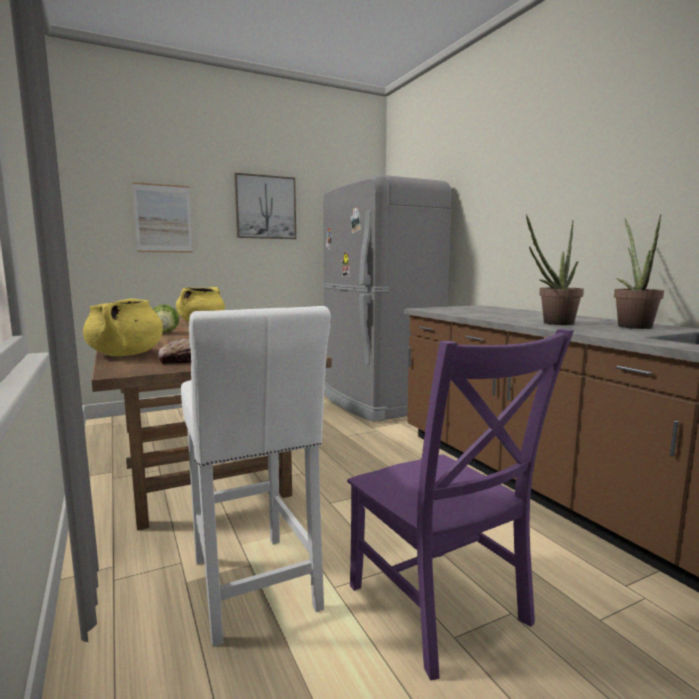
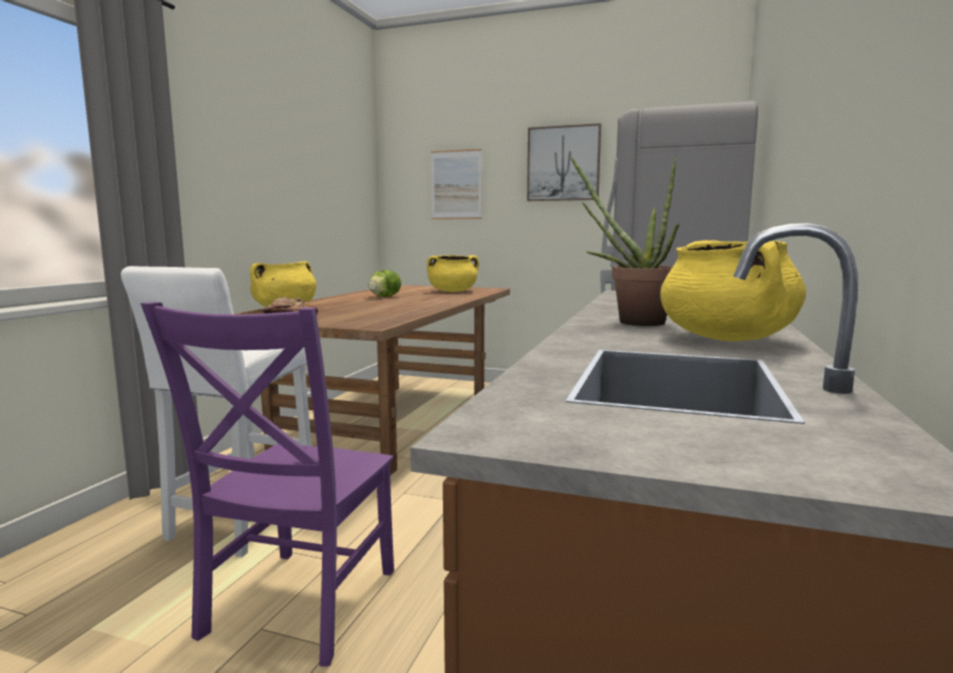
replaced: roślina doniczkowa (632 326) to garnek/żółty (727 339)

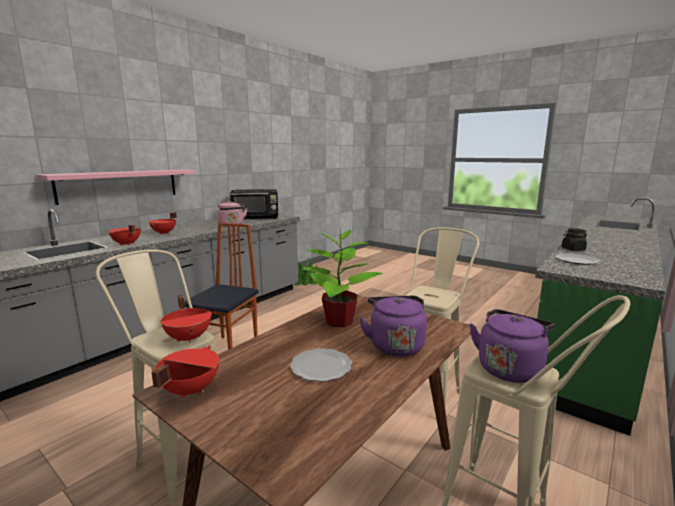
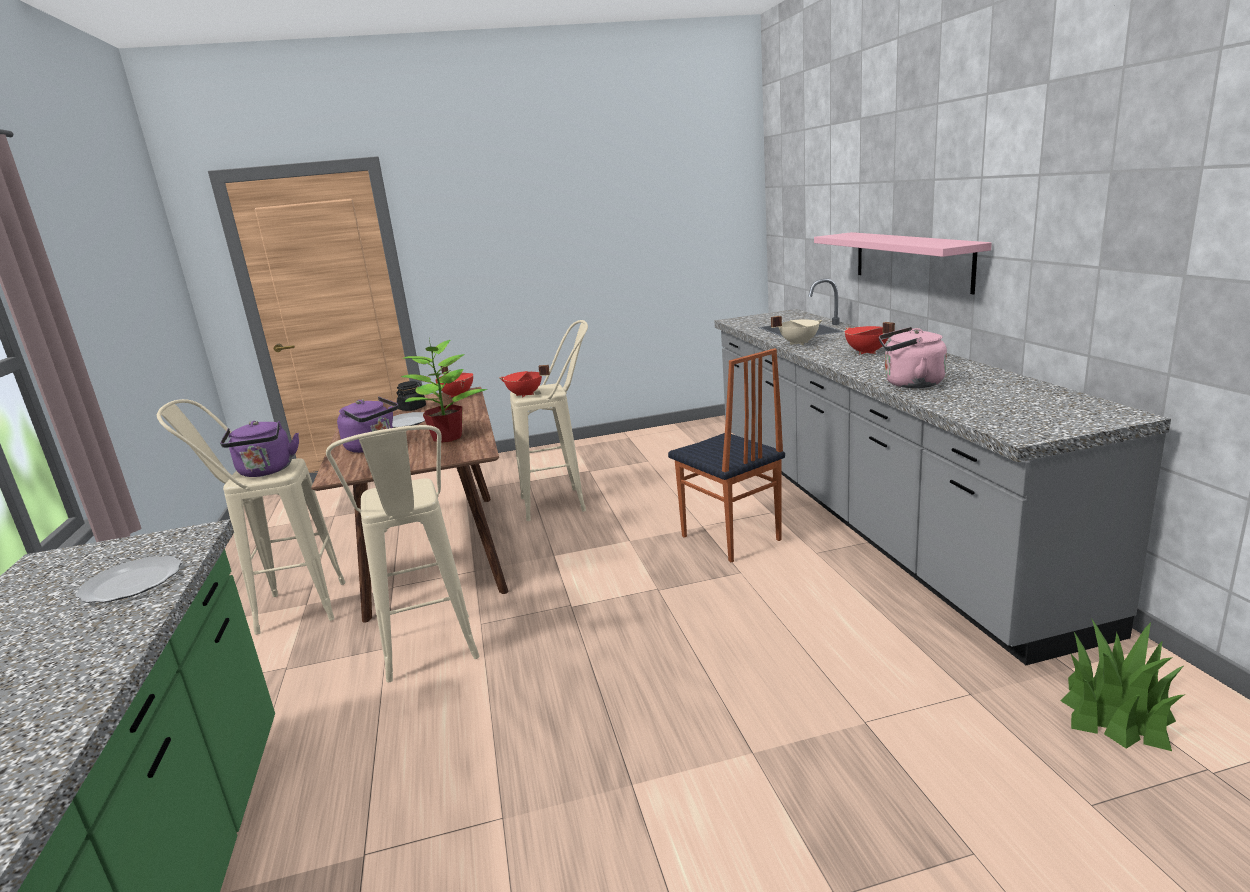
removed: mikrofalówka/czarny (256 218)
moved: słoik/czarny (573 249) to (412 408)
recoloured: garnek/czerwony (126 244) to garnek/beżowy (798 343)

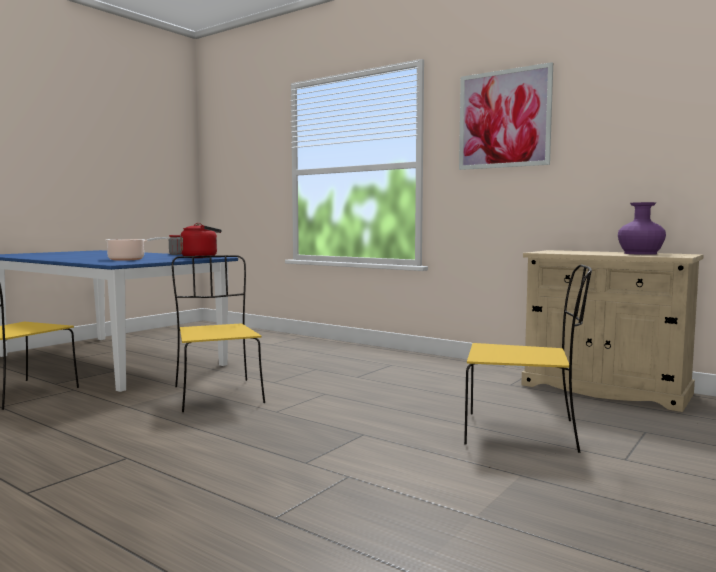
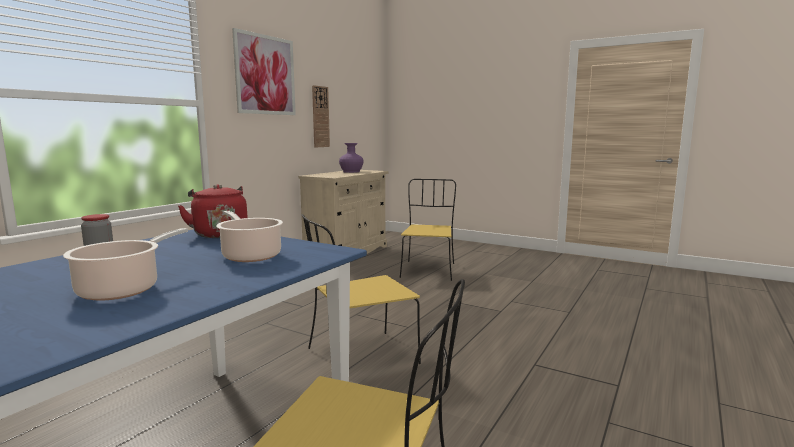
added: garnek (123 289); zegar ścienny (320 117)

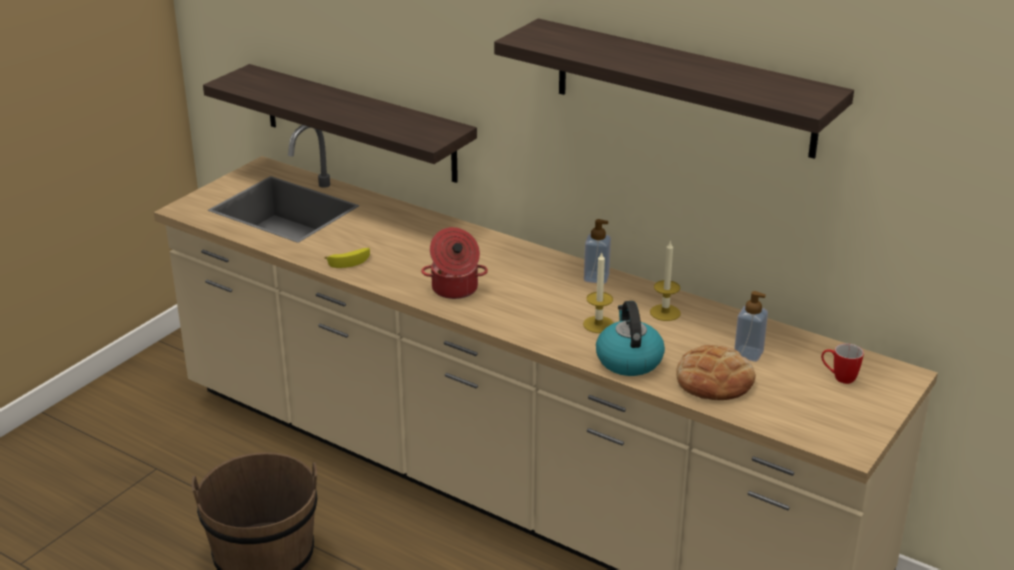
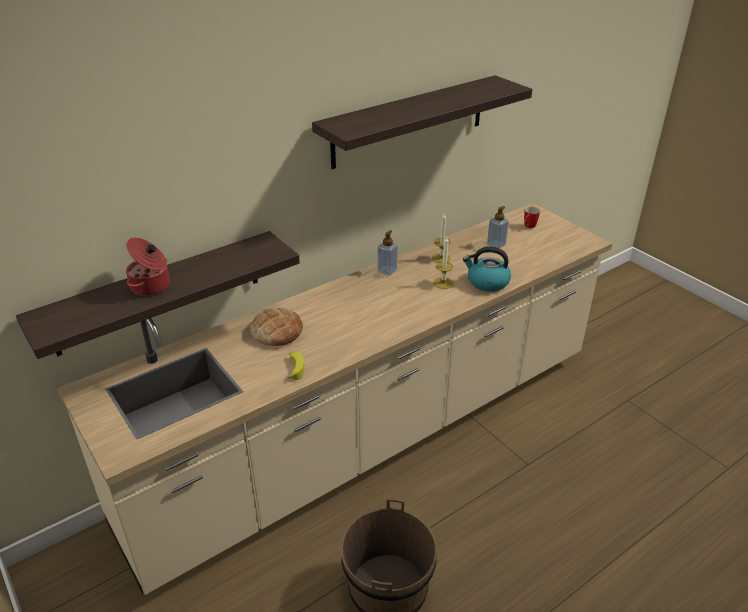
moved: garnek (454 289) to (151 286); chleb (714 380) to (277 331)

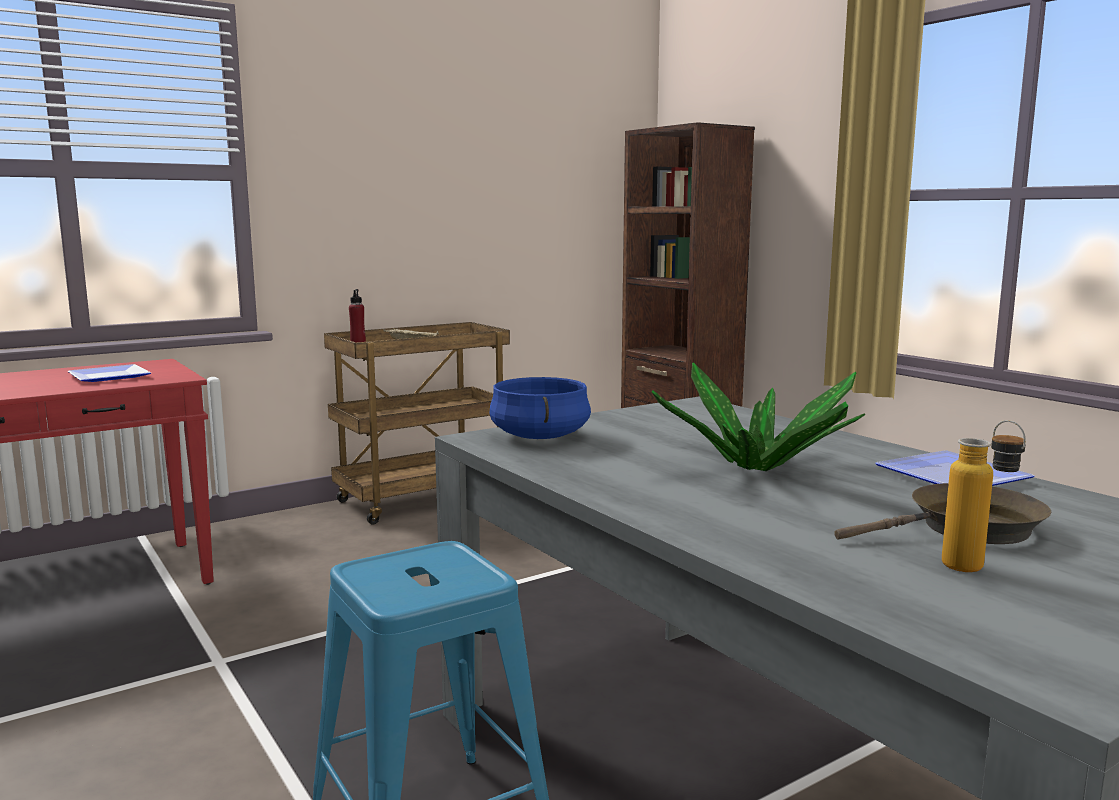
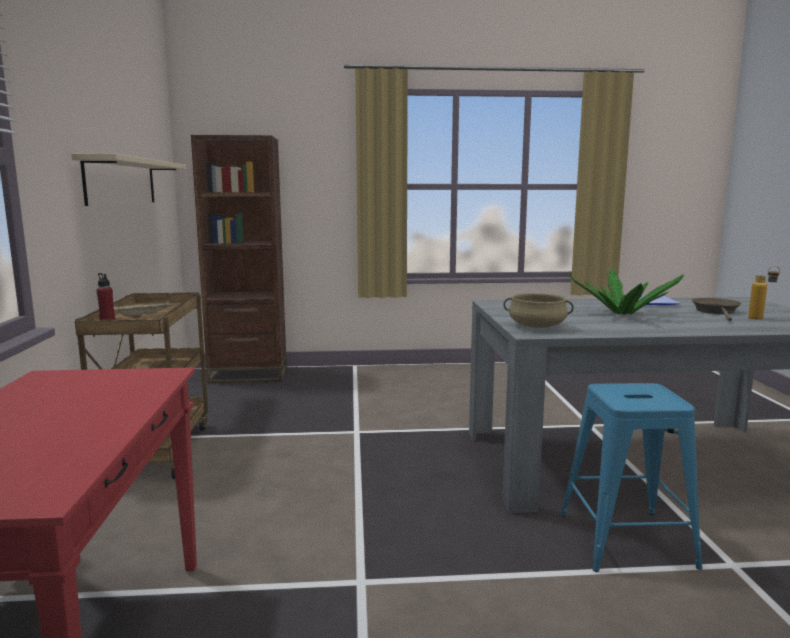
removed: talerz (111 376)
added: półka/beżowy (122 182)
recoloured: garnek/niebieski (539 436) to garnek/beżowy (536 326)

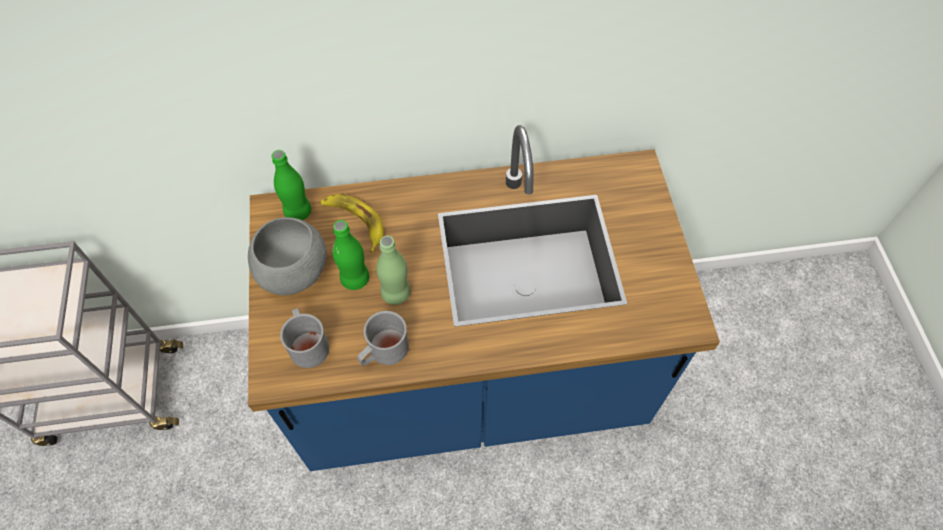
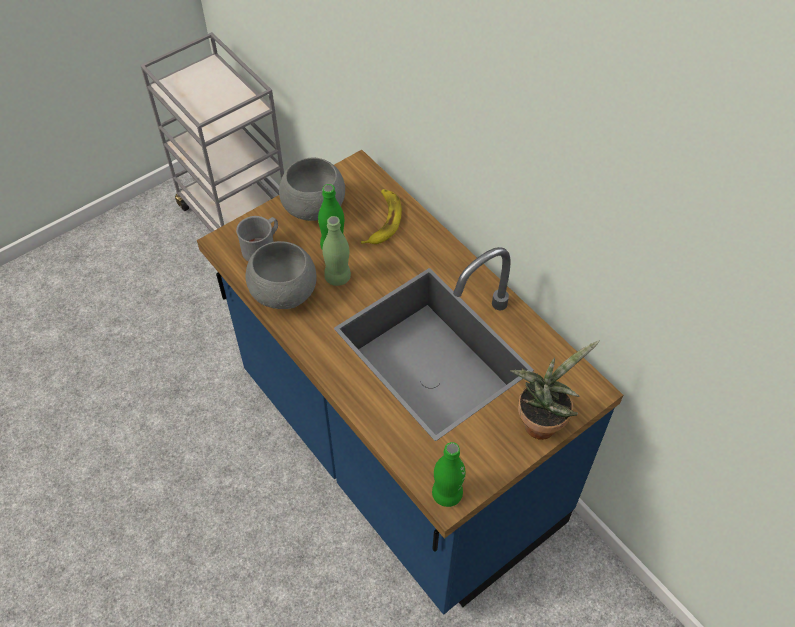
added: roślina doniczkowa (541 421)
moved: butelka/zielony (298 212) to (447 494)
replaced: kubek/szary (383 351) to miska/szary (283 294)

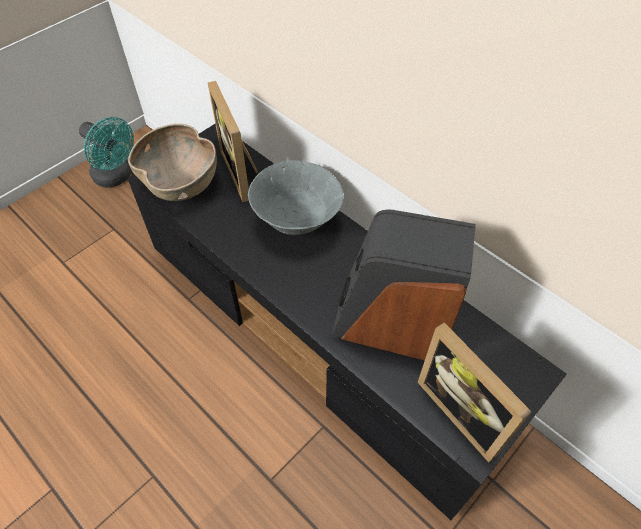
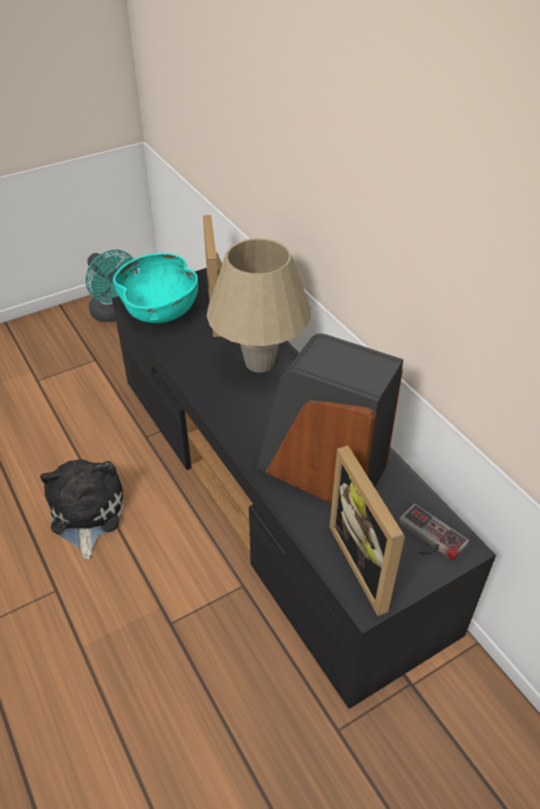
added: pluszak (86 514); pad do gier (427 538)
replaced: miska/szary (296 221) to lampa stołowa/beżowy (259 362)
recoloured: miska/brązowy (181 182) to miska/turkusowy (160 310)

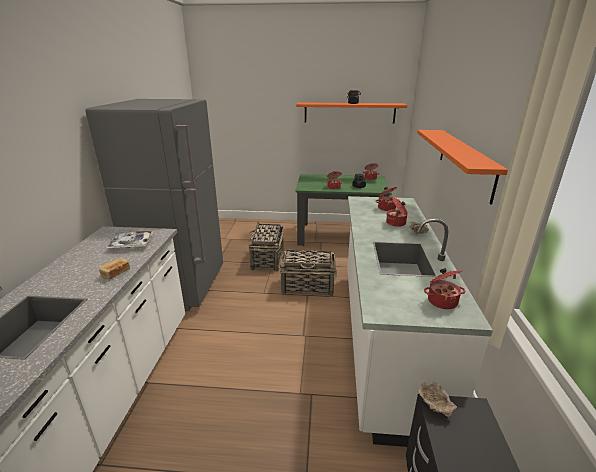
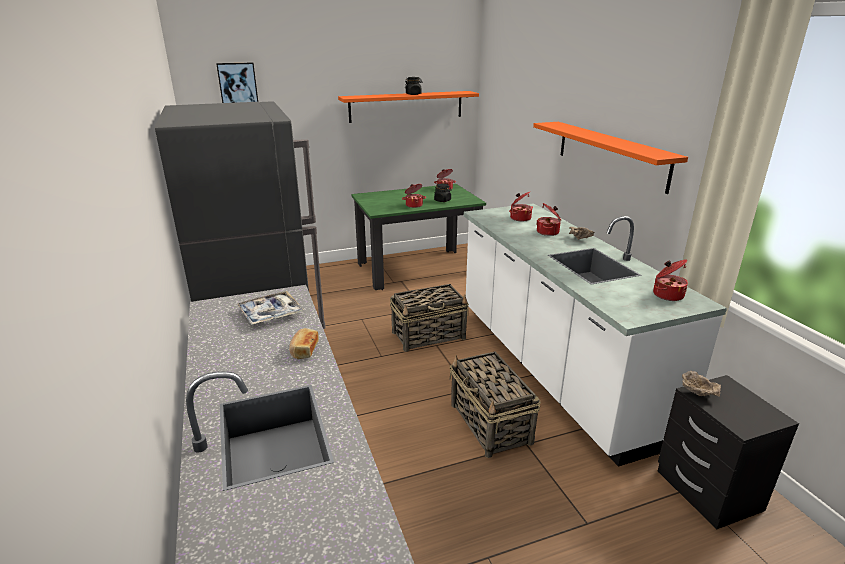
added: obraz (238 86)
moved: koszyk (267 259) to (491 424)

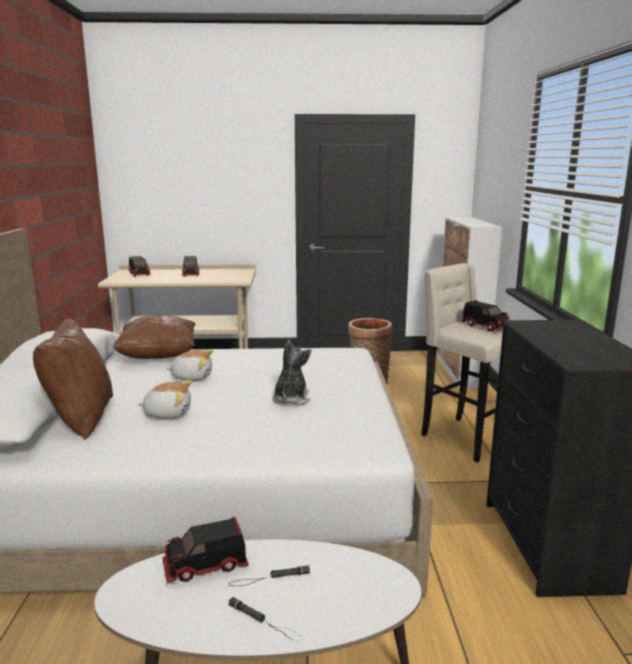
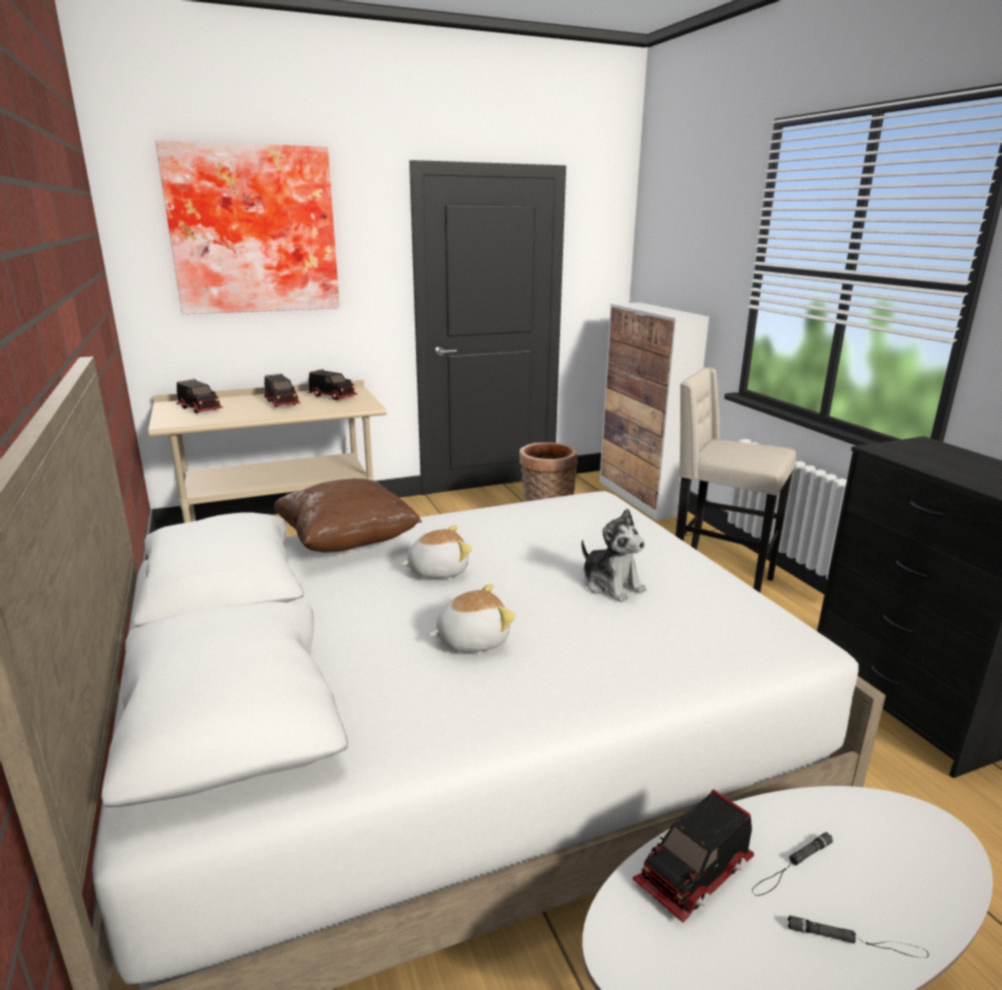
removed: poduszka/brązowy (80 418)
added: obraz (253 230)
moved: ciężarówka zabawkowa (485 327) to (333 396)
turned: pluszak (291 399) = (611 585) 150 degrees clockwise

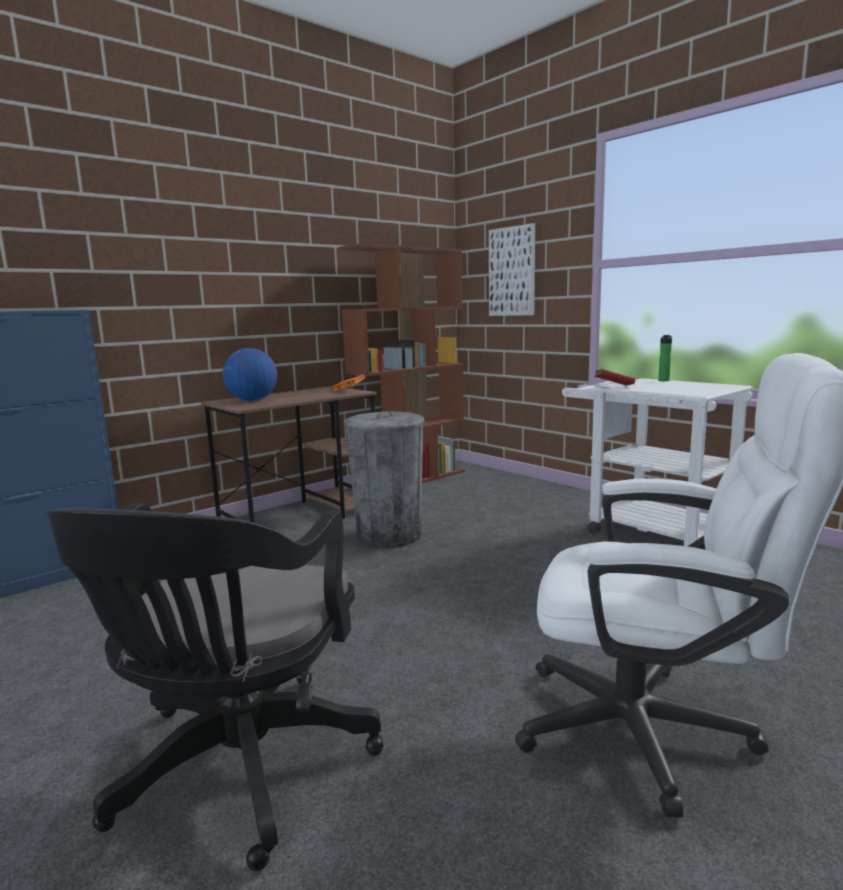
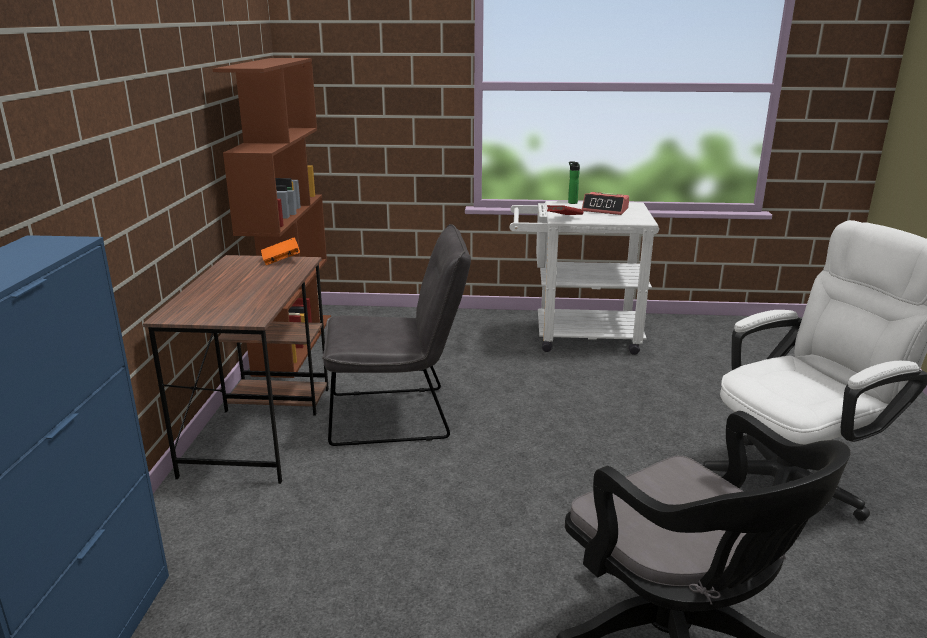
removed: globus (252 400); obraz (512 271)
added: budzik (605 210)
replaced: kosz na śmieci/szary (389 536) to krzesło/szary (399 415)

